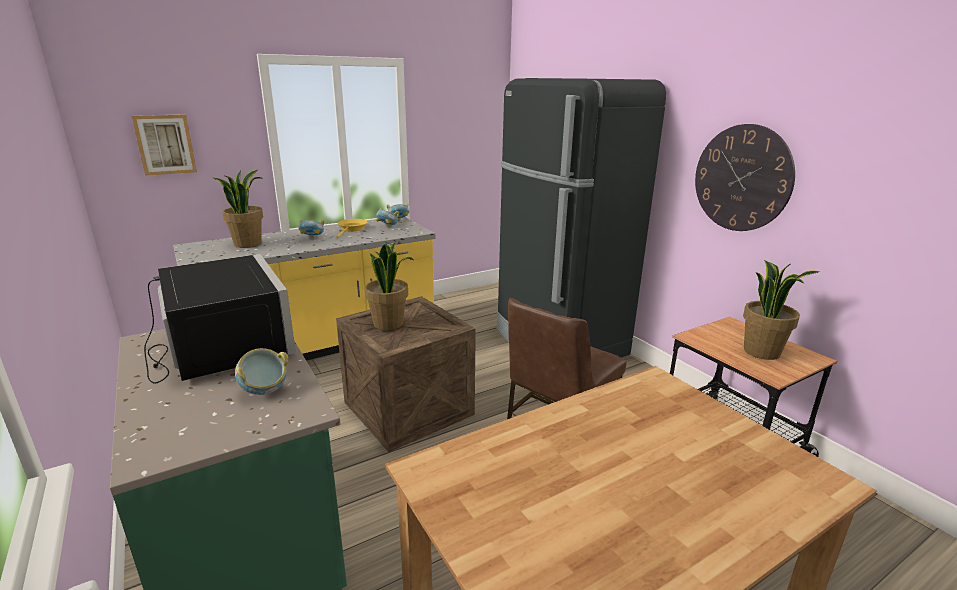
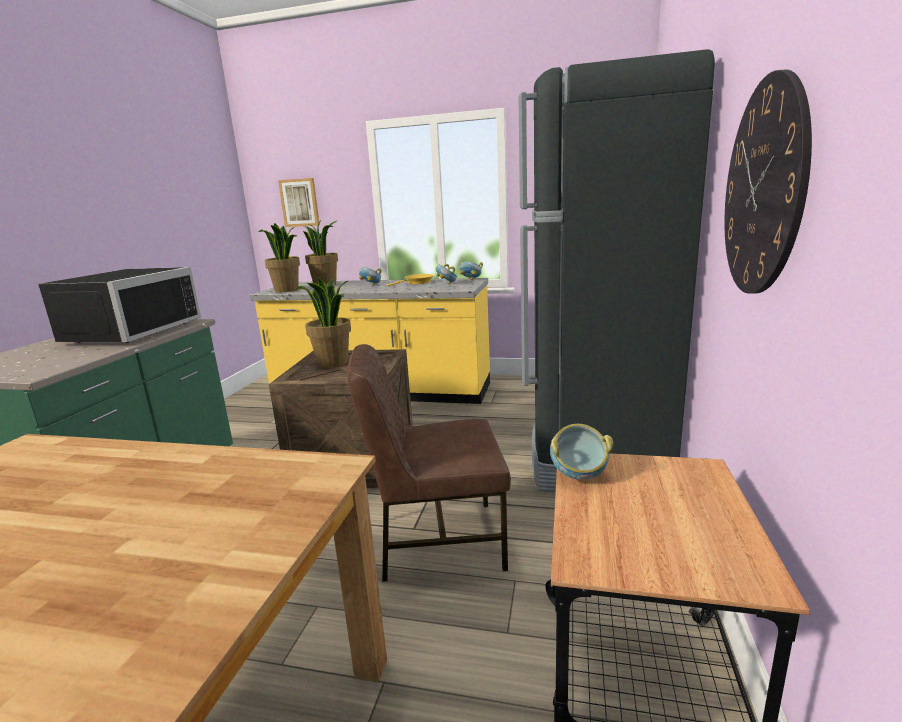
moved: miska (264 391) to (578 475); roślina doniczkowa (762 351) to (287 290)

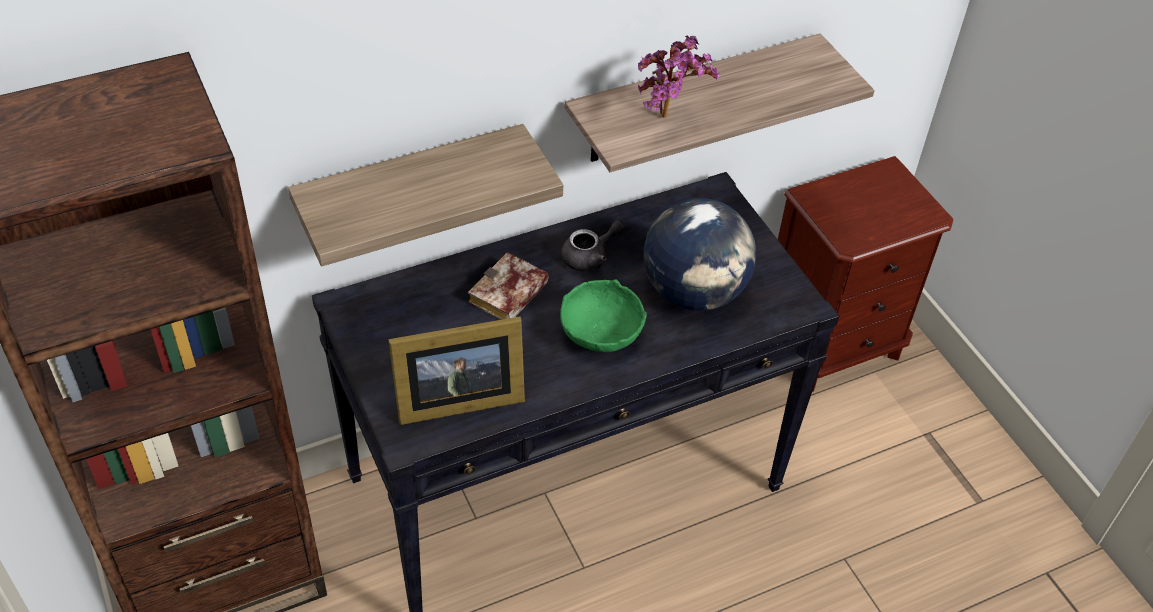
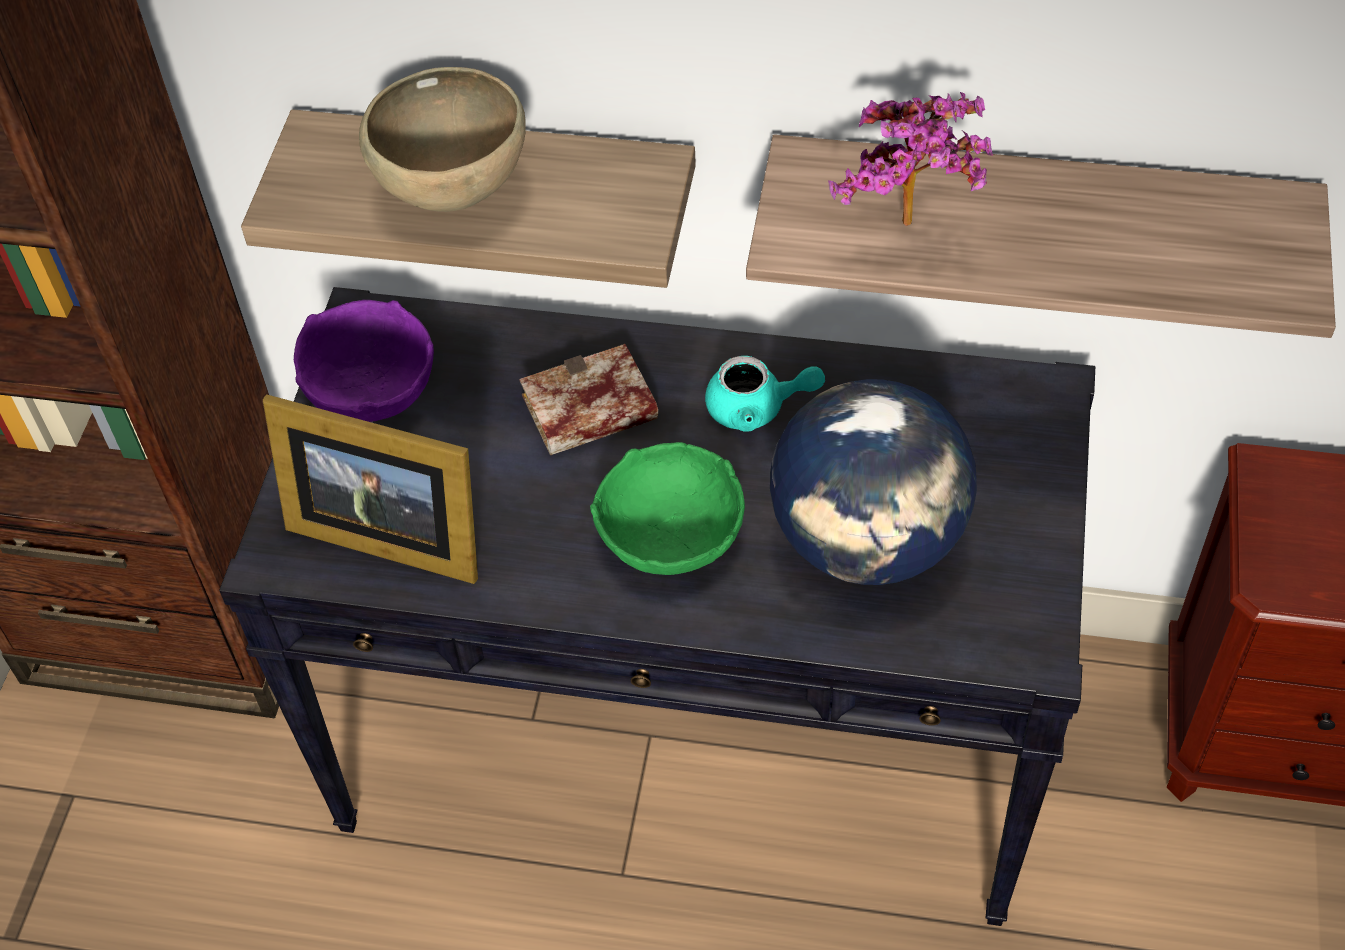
added: miska/fioletowy (371 389); miska/brązowy (455 192)
recoloured: imbryk/szary (590 257) to imbryk/turkusowy (757 408)

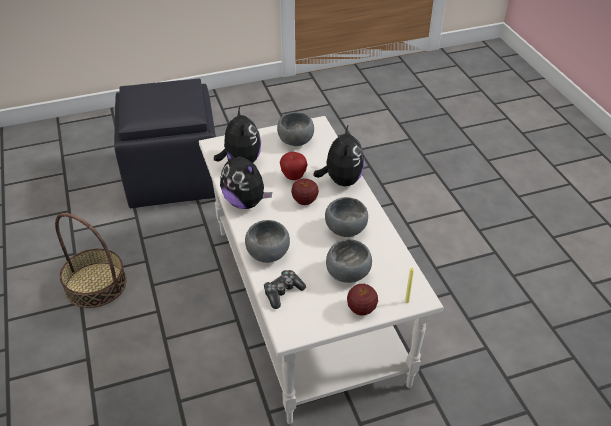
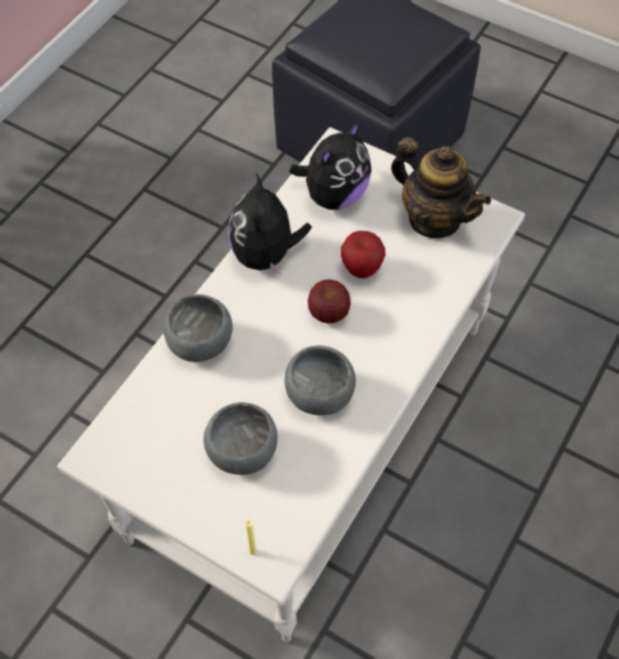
removed: koszyk (95 284); pad do gier (283 292); pluszak (341 180); jabłko (361 309)
replaced: miska/szary (294 140) to imbryk (434 219)

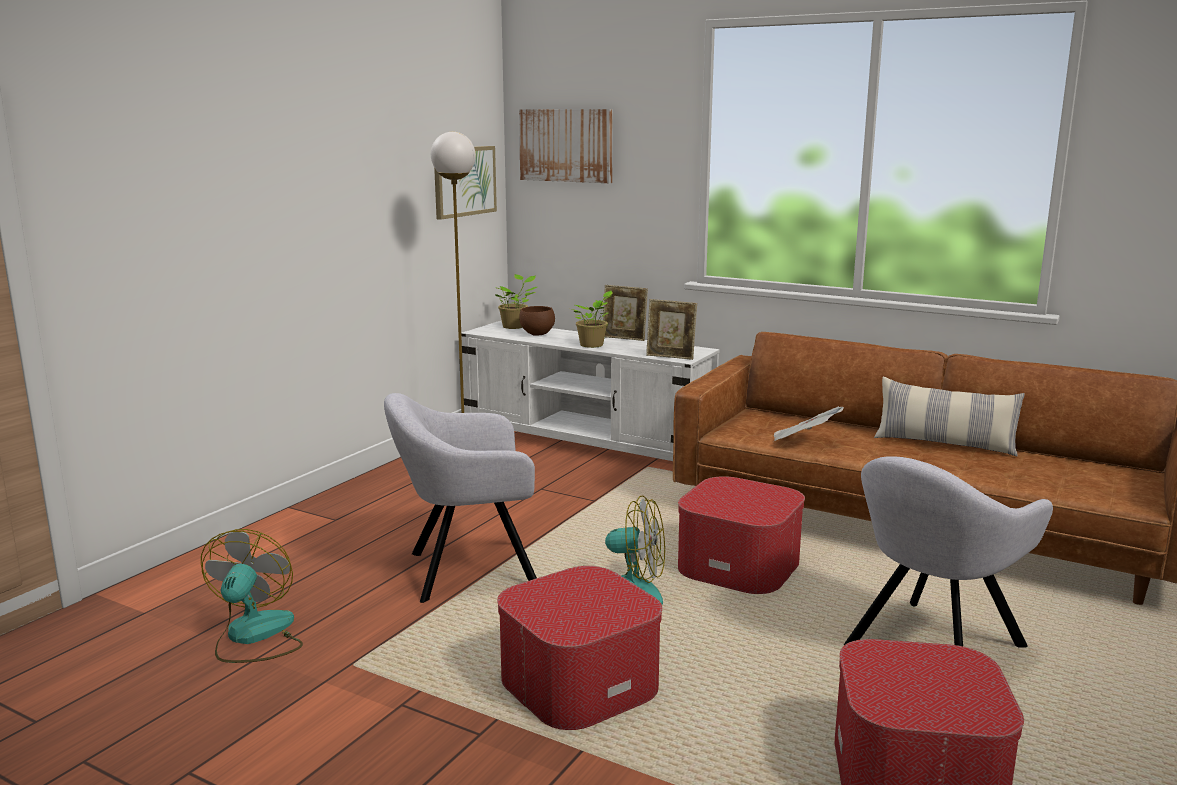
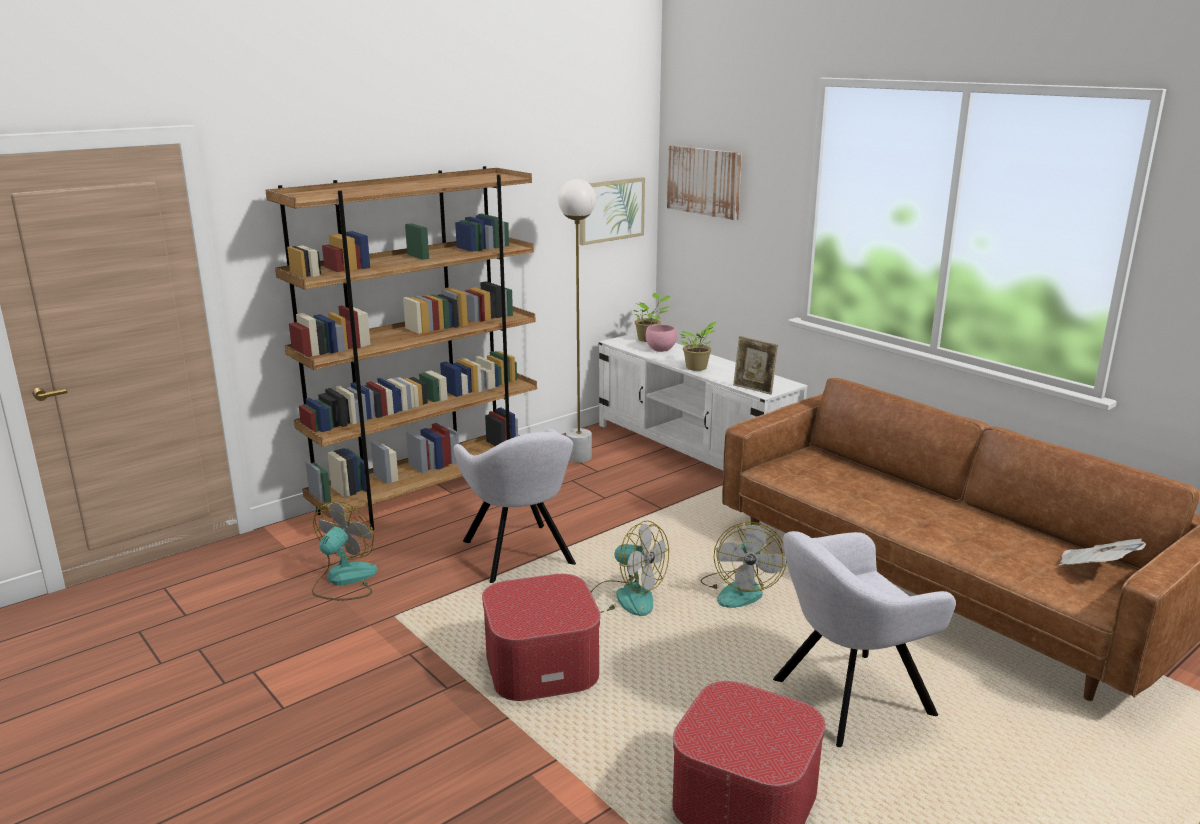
removed: ramka na zdjęcie (624 338); poduszka (944 444)
added: regał/brązowy (428 494)
moved: gazeta (804 441) to (1095 569)
replaced: pufa (739 565) to wentylator (739 590)
recoloured: miska/brązowy (537 334) to miska/różowy (660 350)
turned: fotel/szary (466 571) = (520 555) 120 degrees counterclockwise

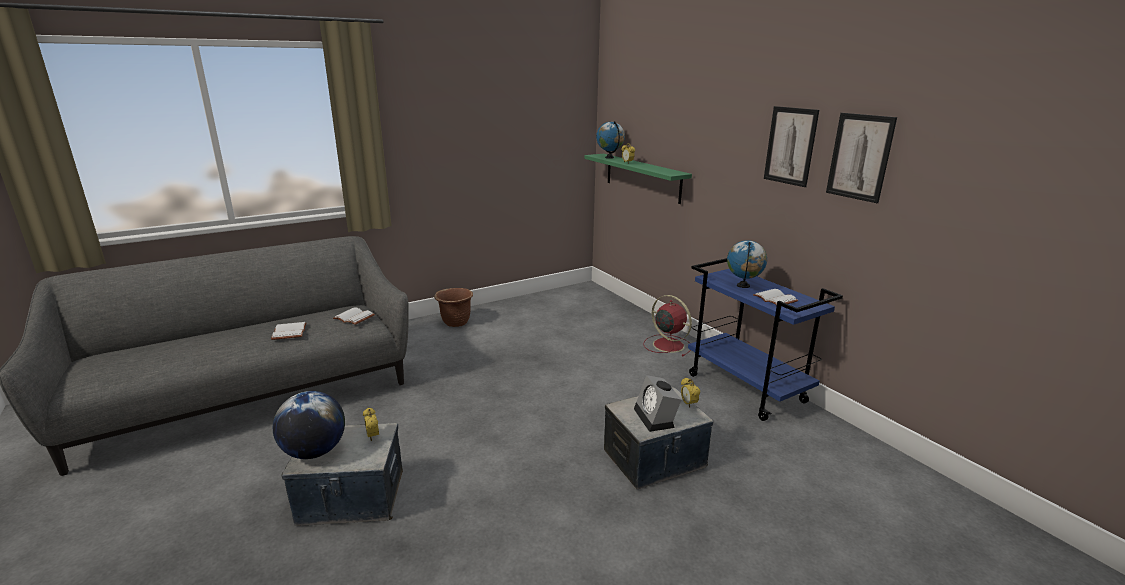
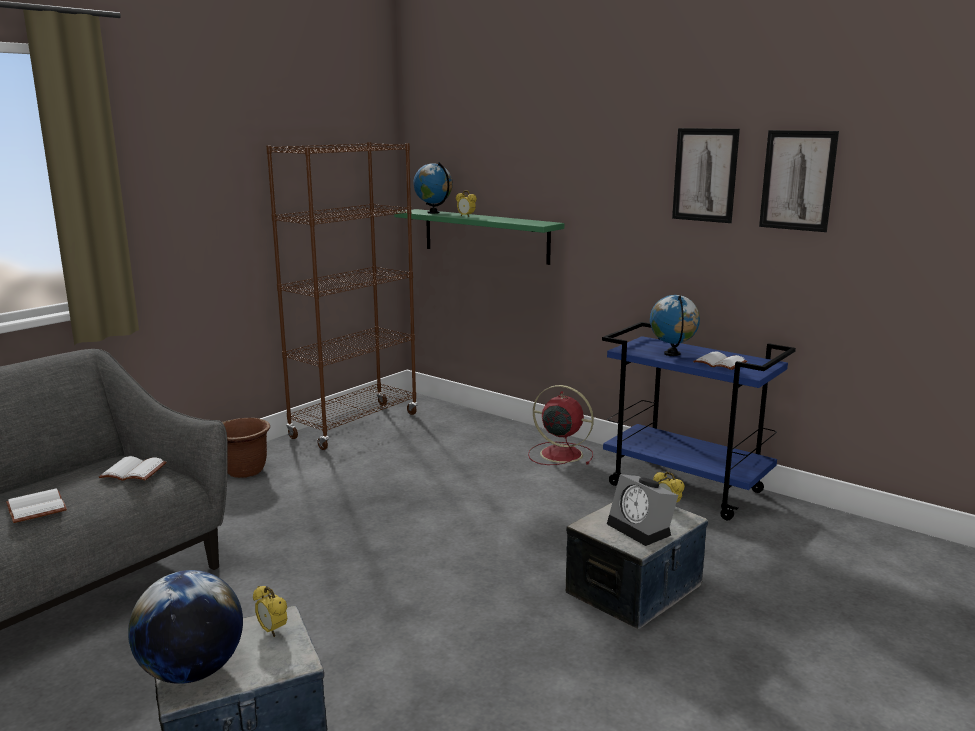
added: regał/brązowy (355 426)

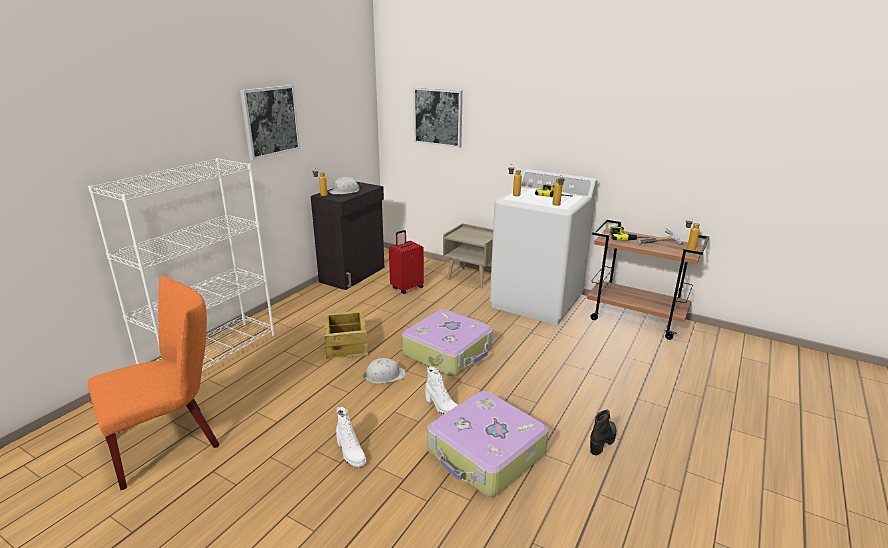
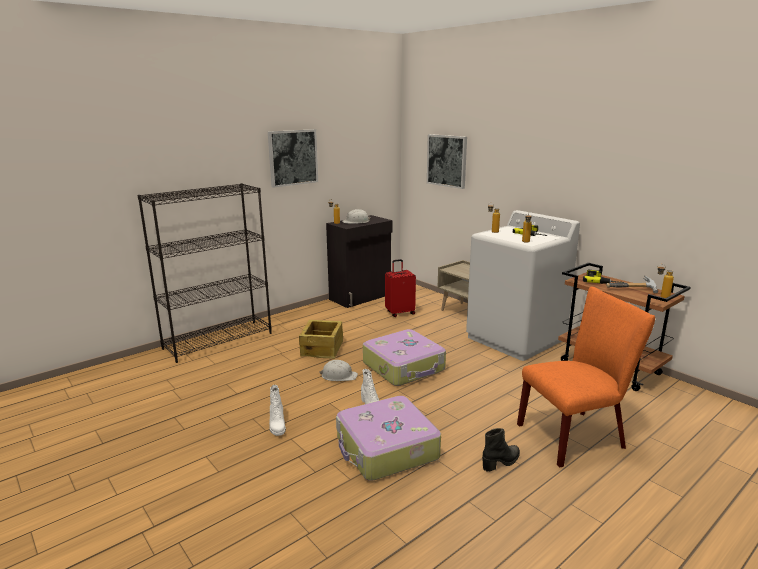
moved: krzesło/pomarańczowy (171 441) to (576 435)
recoloured: regał/biały (212 355) to regał/czarny (218 340)

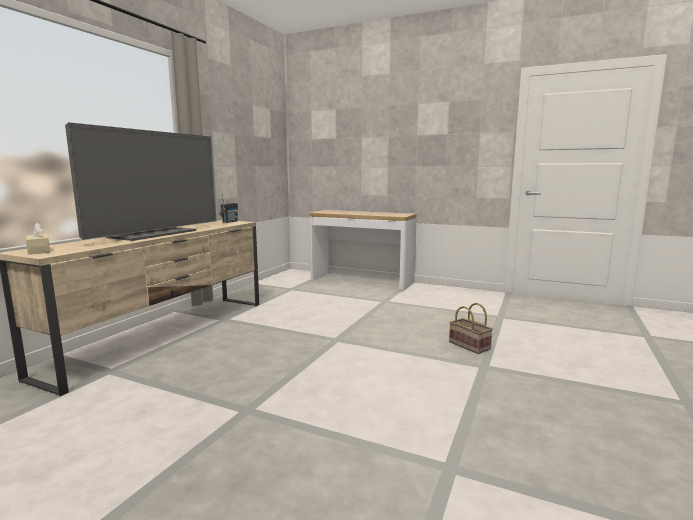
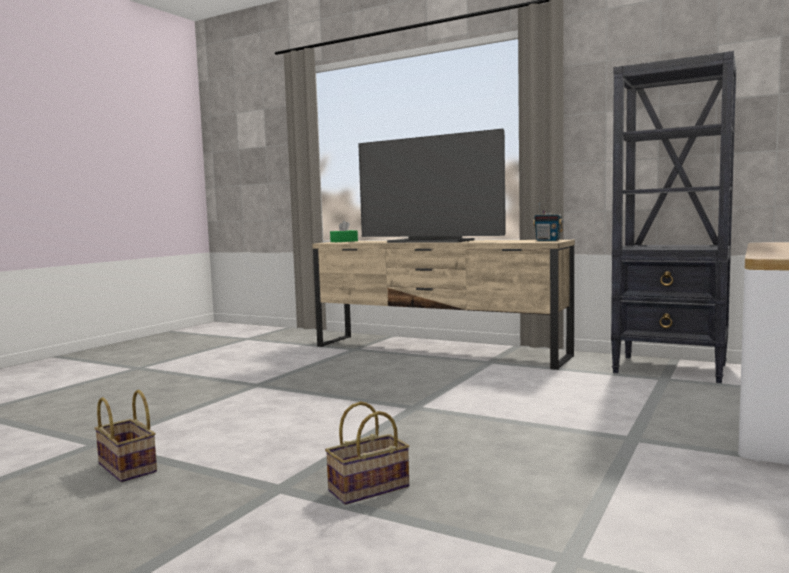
added: koszyk (129 468); regał/czarny (671 369)
recoloured: pudełko chusteczek/beżowy (39 251) to pudełko chusteczek/zielony (344 241)

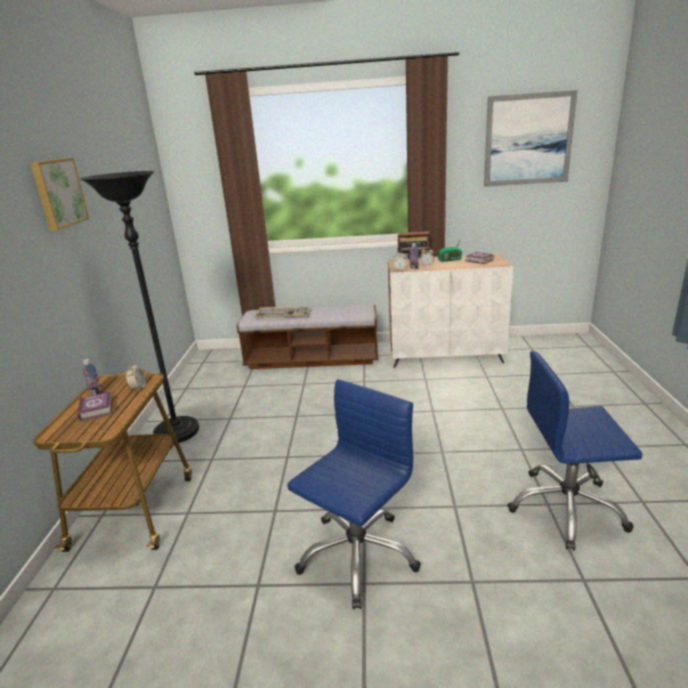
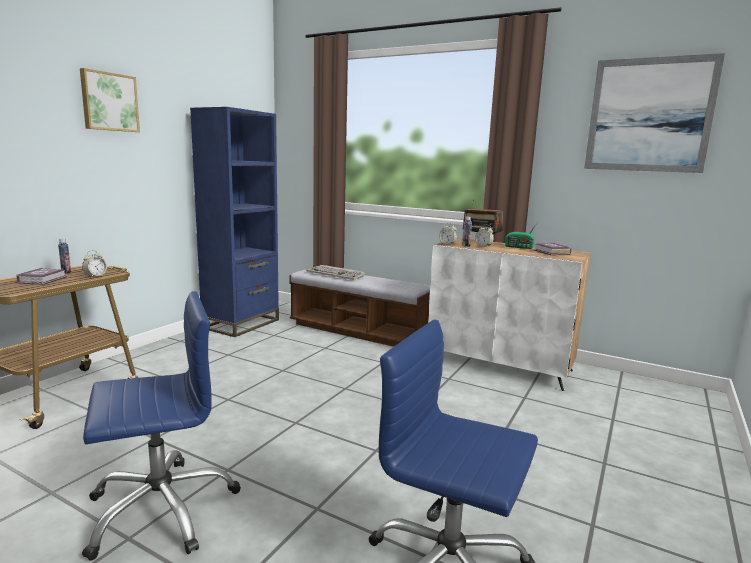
removed: lampa stojąca/czarny (177 432)
added: regał/niebieski (241 324)

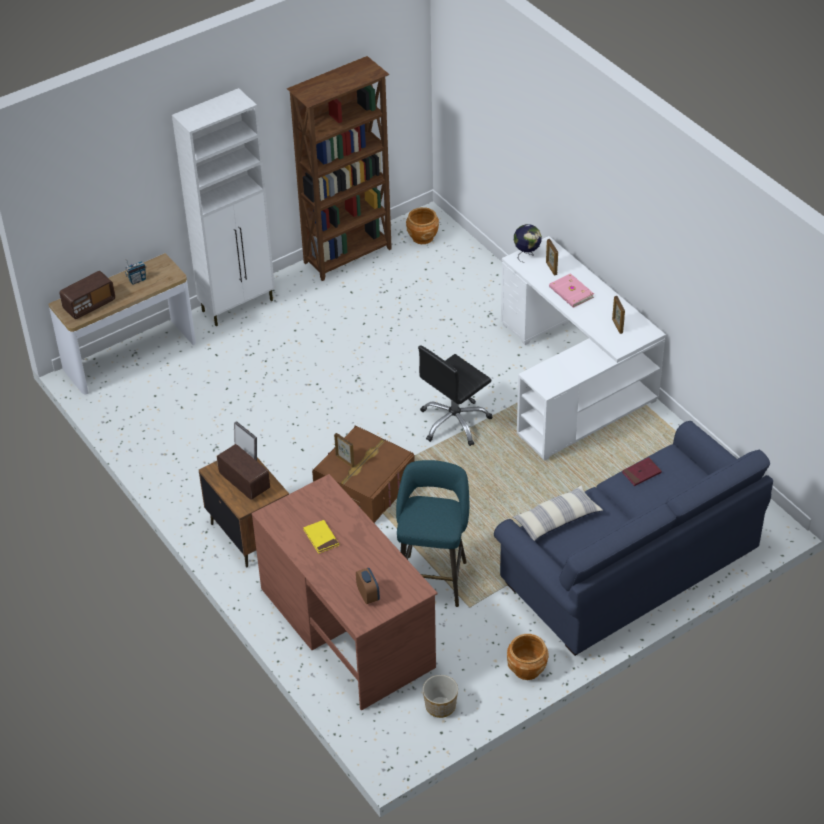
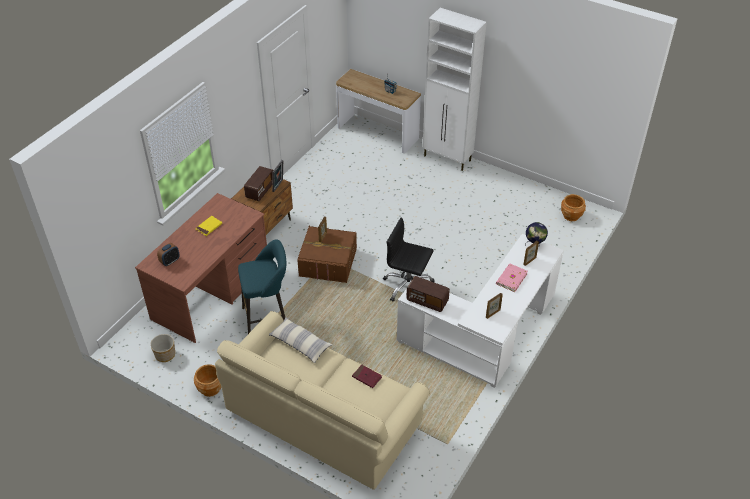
removed: regał/brązowy (349 256)
moved: radio (89 305) to (427 301)
recoloured: kanapa/niebieski (629 567) to kanapa/beżowy (323 418)

